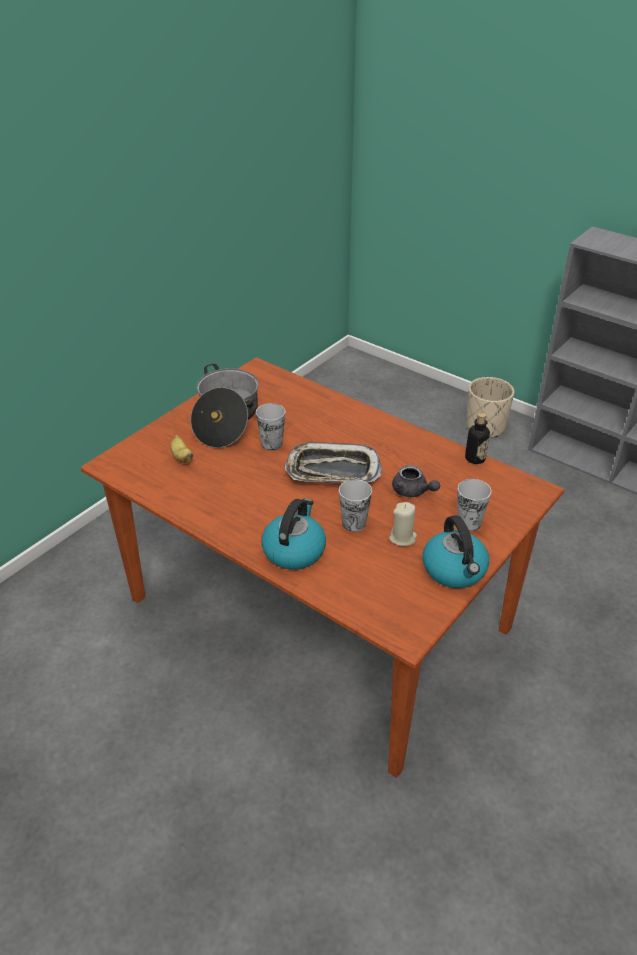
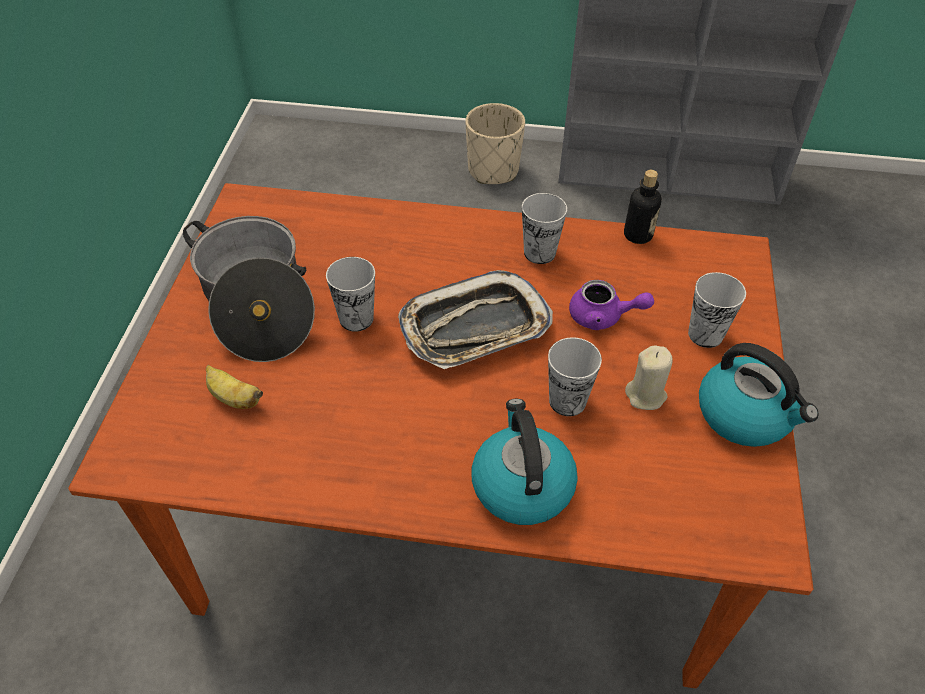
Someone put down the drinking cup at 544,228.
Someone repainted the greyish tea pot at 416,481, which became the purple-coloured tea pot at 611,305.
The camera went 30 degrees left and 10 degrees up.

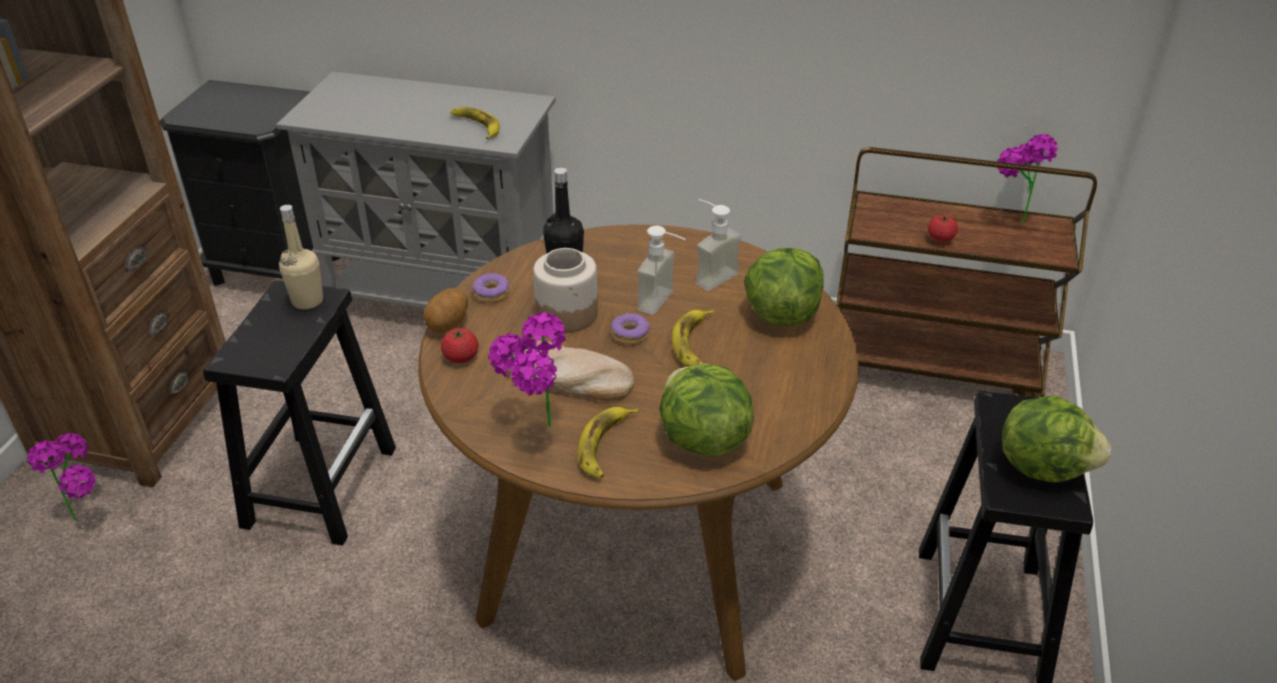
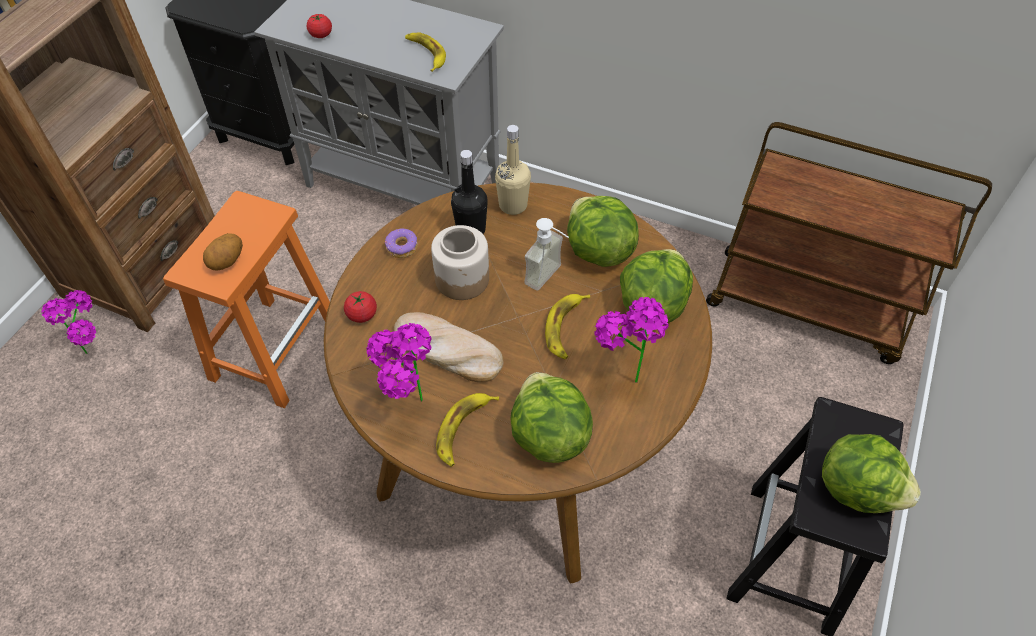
Someone took away the donut at 630,329.
Someone carried the sand-coloured bottle from 301,257 to 513,170.
Someone carried the potato from 445,310 to 223,252.
Someone carried the fresh tomato from 943,228 to 319,26.
Someone carried the potted plant from 1027,179 to 631,340.
Someone swapped the soap bottle at 718,245 for the lettuce head at 603,231.
Someone repainted the black-coloured sitting stool at 299,413, which became the orange-coloured sitting stool at 246,299.
The camera went 10 degrees right and 15 degrees up.

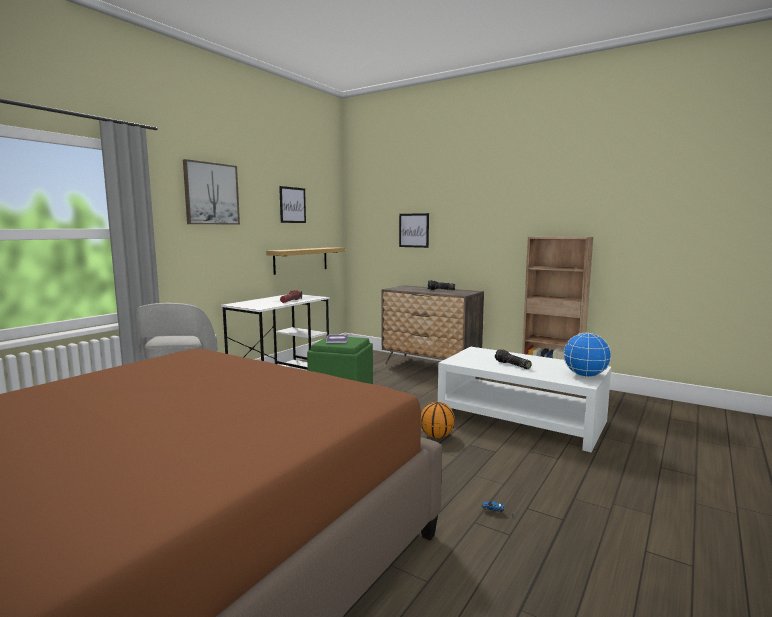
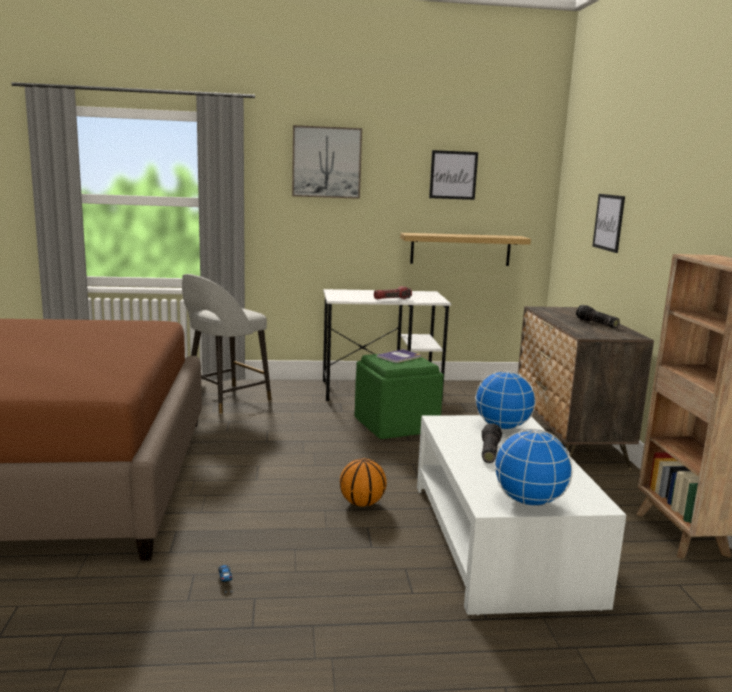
Someone put down the globe at 505,400.
The camera went 50 degrees right and 5 degrees up.

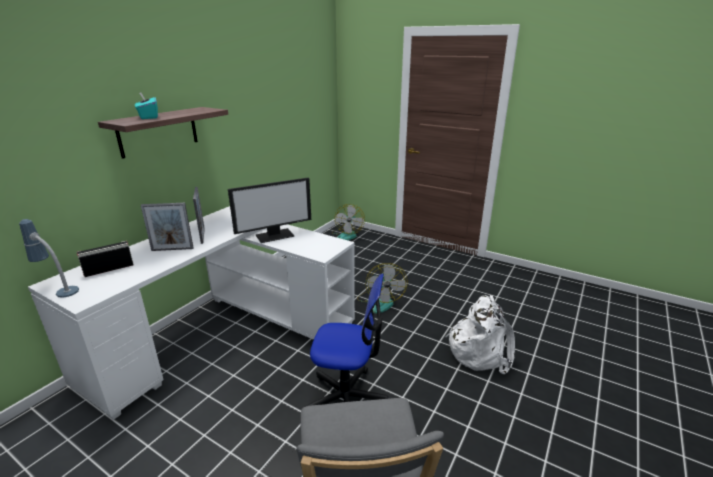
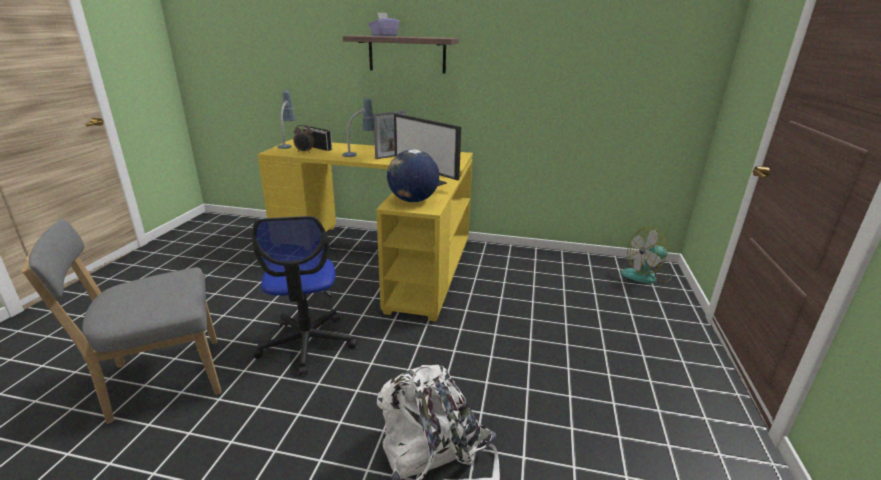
Someone took away the electric fan at 382,288.
Someone put down the bedside clock at 303,139.
Someone put down the globe at 413,175.
Someone swapped the photo frame at 167,227 for the tabletop lamp at 358,127.
Someone repainted the whitish desk table at 191,313, which became the yellow desk table at 365,230.
Someone repainted the turquoise tissue holder at 146,105, which became the purple-coloured tissue holder at 384,24.
The camera went 70 degrees right and 0 degrees up.

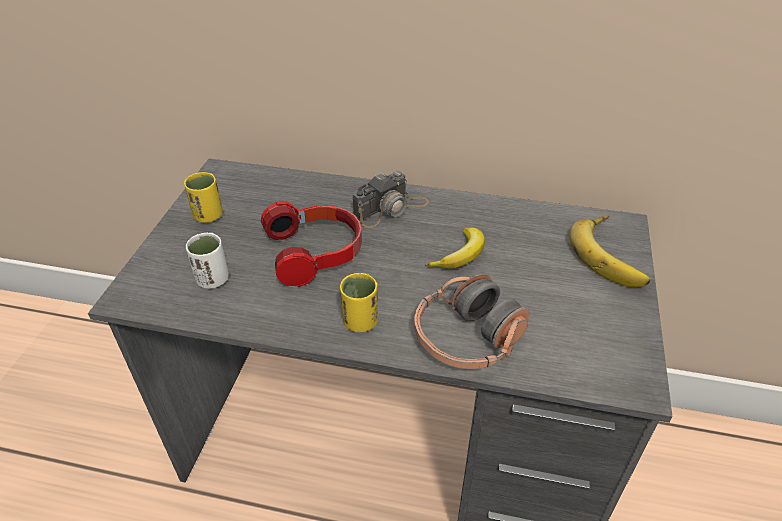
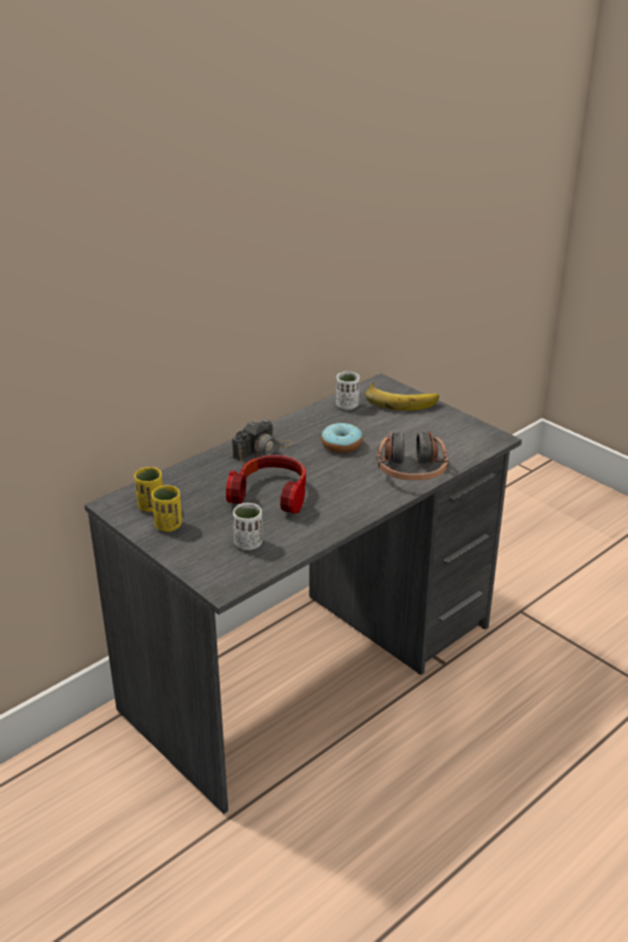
Someone put down the whitish drinking cup at 348,391.
Someone carried the yellow drinking cup from 359,302 to 148,489.
Someone swapped the whole banana at 455,248 for the donut at 341,438.
Someone rotated the still camera at 391,199 by 45 degrees clockwise.
The camera went 55 degrees left and 10 degrees down.

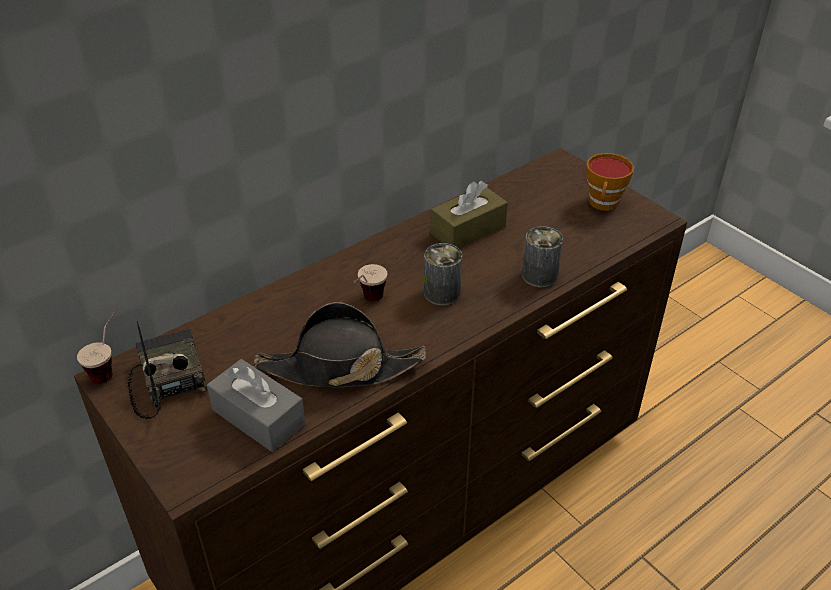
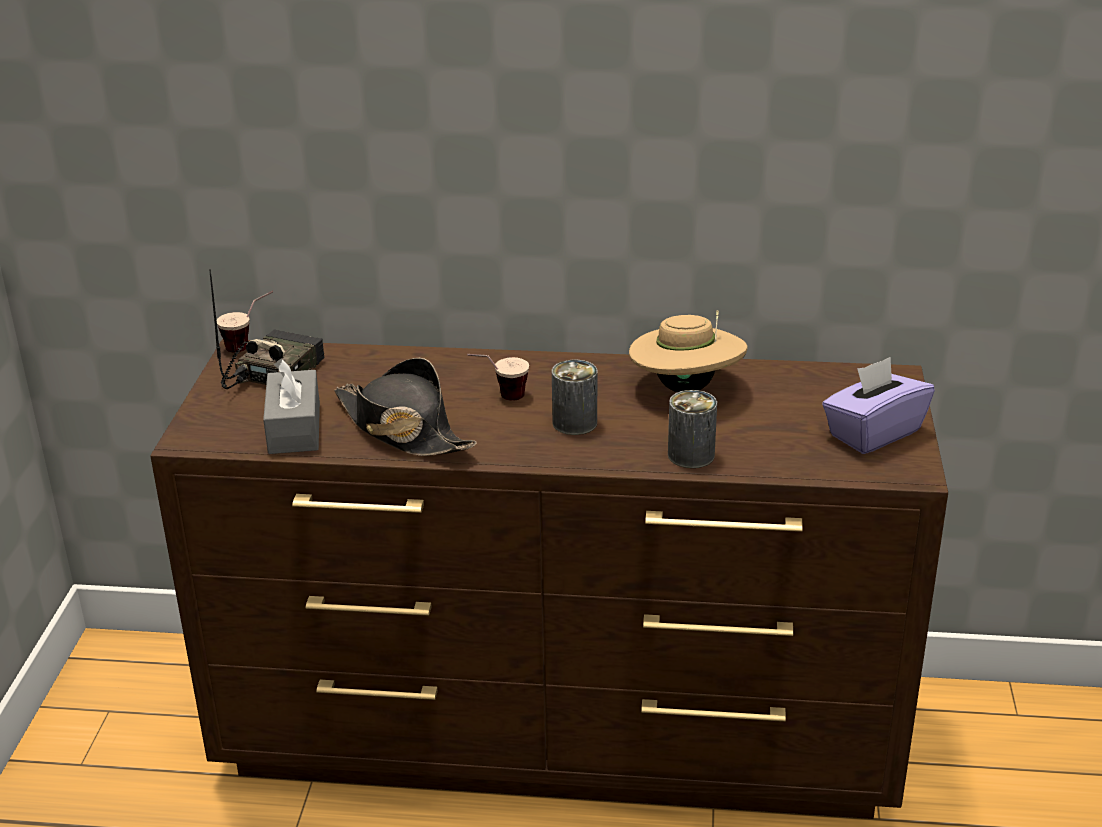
Someone swapped the brown-coloured tissue holder at 469,214 for the sand-coloured clothing hat at 688,351.
Someone swapped the drinking cup at 610,182 for the purple-coloured tissue holder at 878,405.
The camera went 45 degrees right and 10 degrees down.

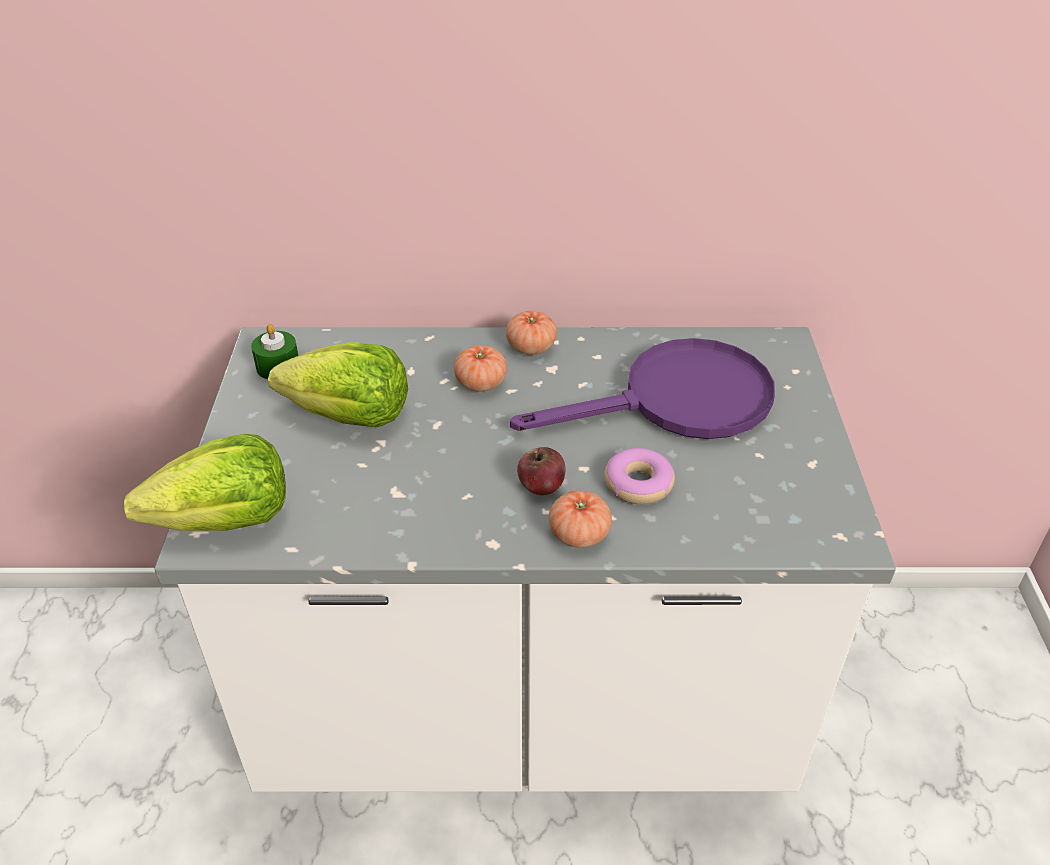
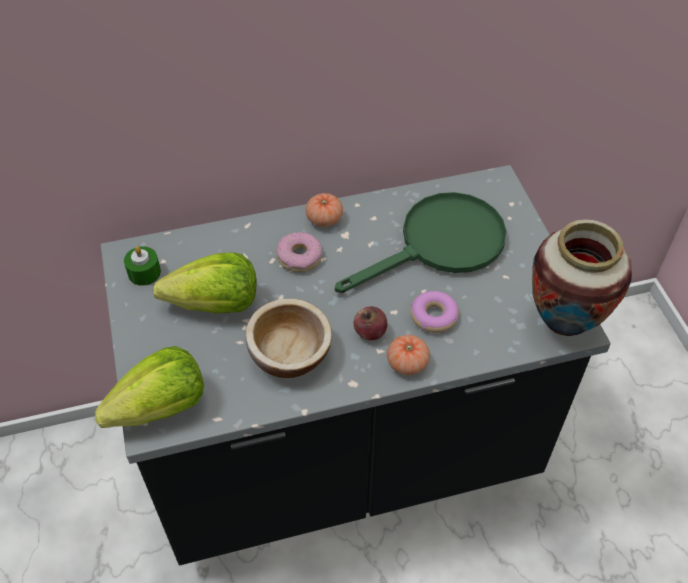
Someone put down the deep dish at 288,338.
Someone put down the flower vase at 582,277.
Someone swapped the fresh tomato at 480,368 for the donut at 299,252.
Someone repainted the whitish counter at 525,559, which became the black-coloured counter at 356,365.
Someone repainted the purple-coloured pan at 642,388, which became the green pan at 421,242.
The camera went 15 degrees left and 10 degrees up.

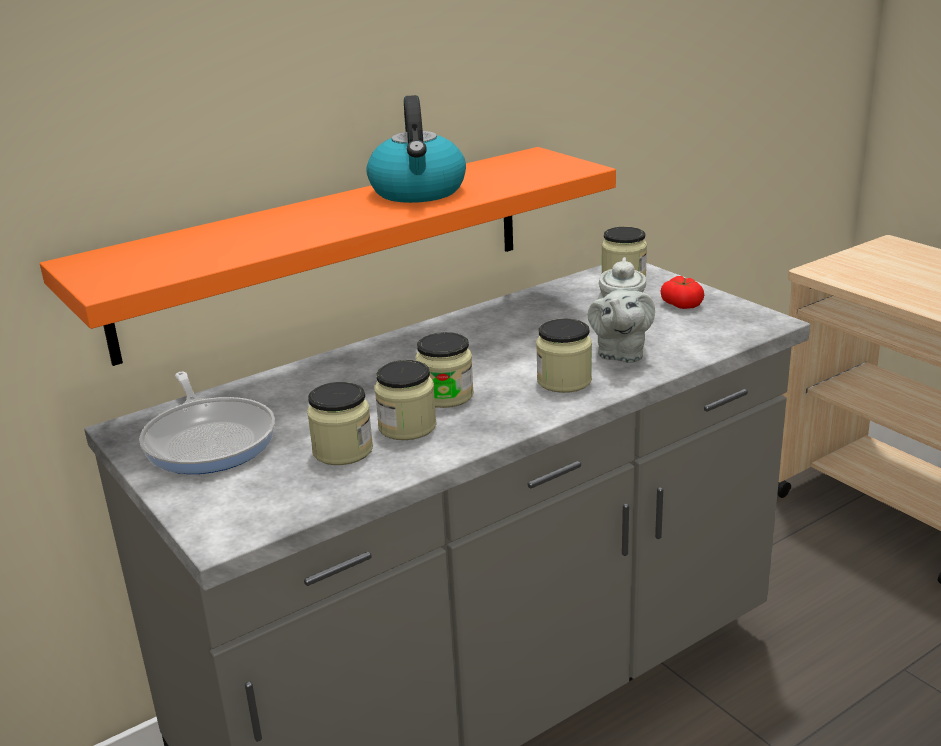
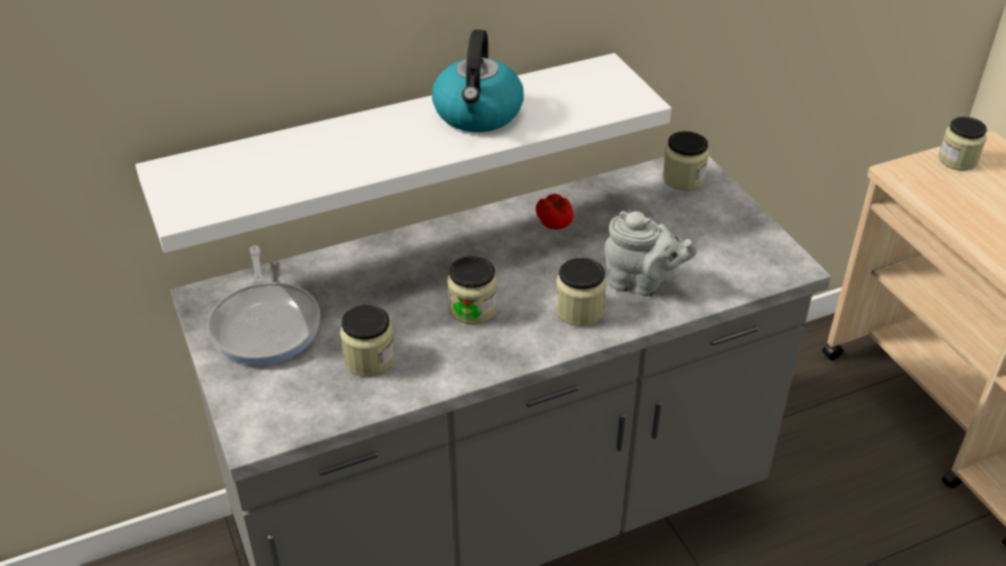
Someone carried the jar from 405,400 to 962,144.
Someone carried the fresh tomato from 682,292 to 554,211.
Someone repainted the orange-coloured shelf at 328,256, which became the whitish shelf at 403,153.
Someone rotated the greyish tea pot at 621,310 by 90 degrees counterclockwise.
The camera went 10 degrees right and 15 degrees up.

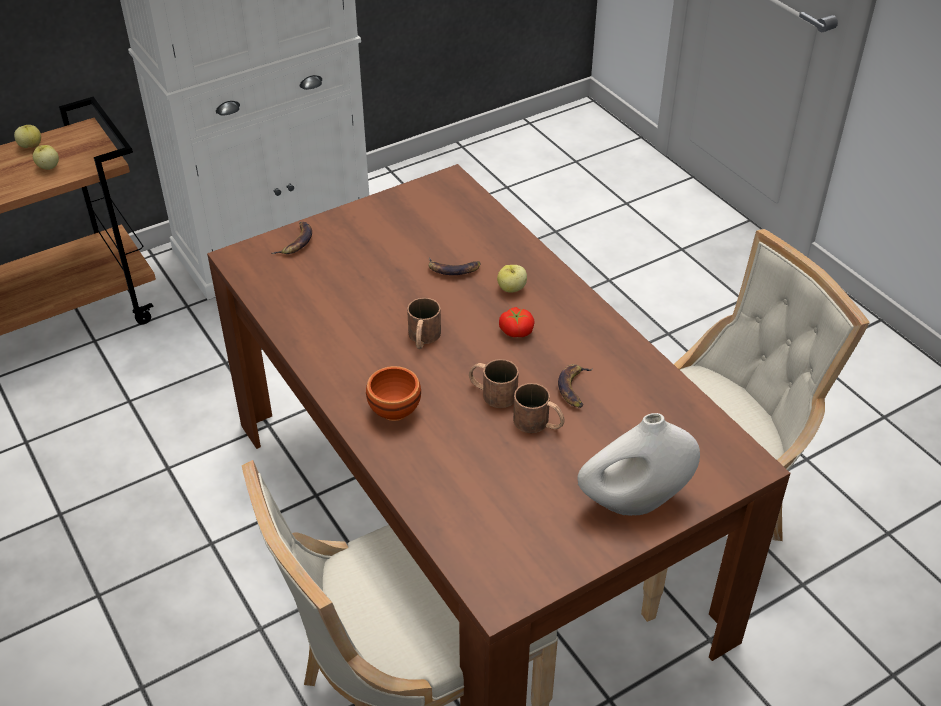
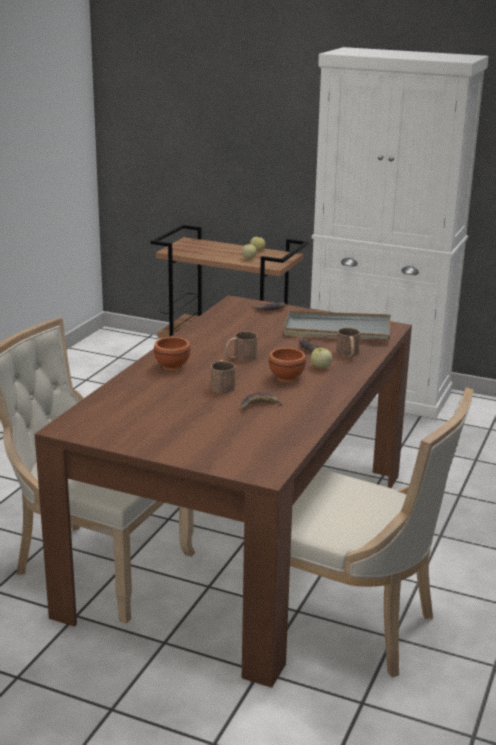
Someone took away the whitish flower vase at 638,464.
Someone put down the greyish serving tray at 337,325.
Someone carried the brown-coloured coffee mug from 539,408 to 348,343.
Someone swapped the fresh tomato at 517,322 for the brown-coloured deep dish at 287,365.
The camera went 55 degrees right and 20 degrees down.

